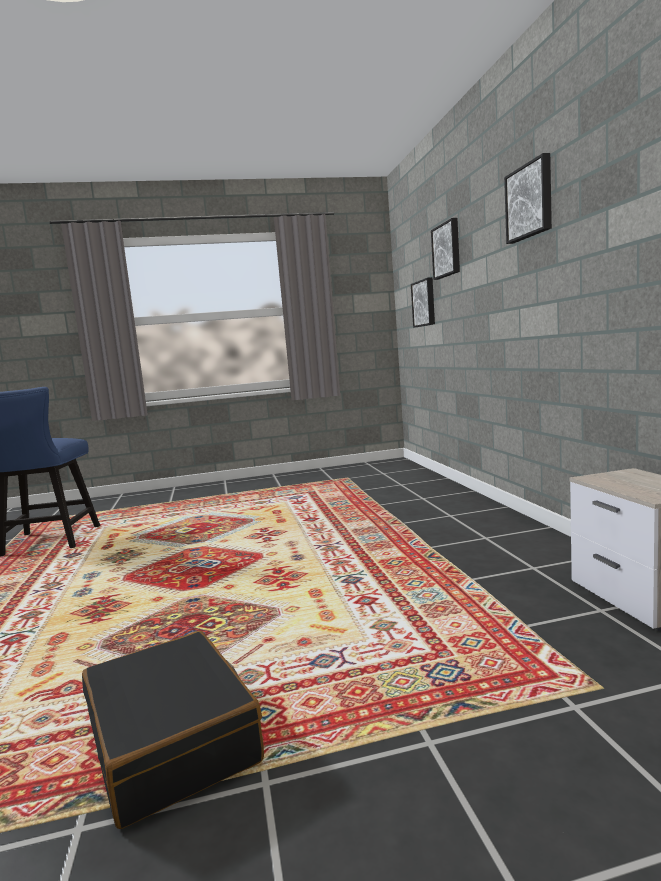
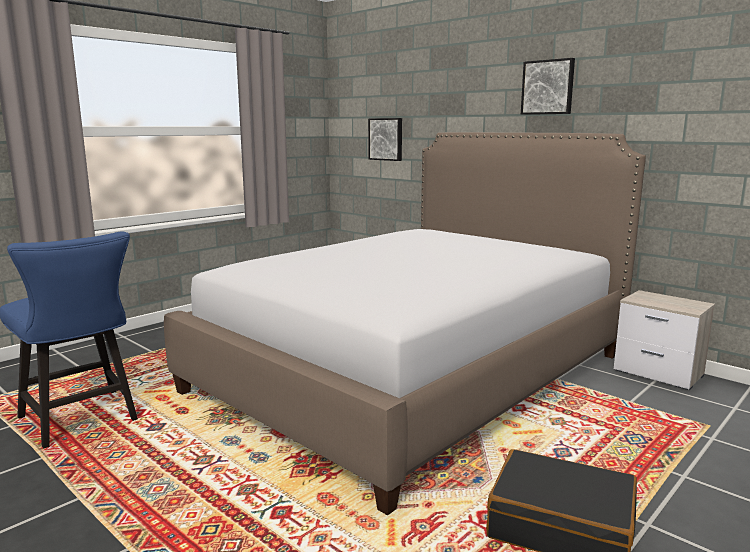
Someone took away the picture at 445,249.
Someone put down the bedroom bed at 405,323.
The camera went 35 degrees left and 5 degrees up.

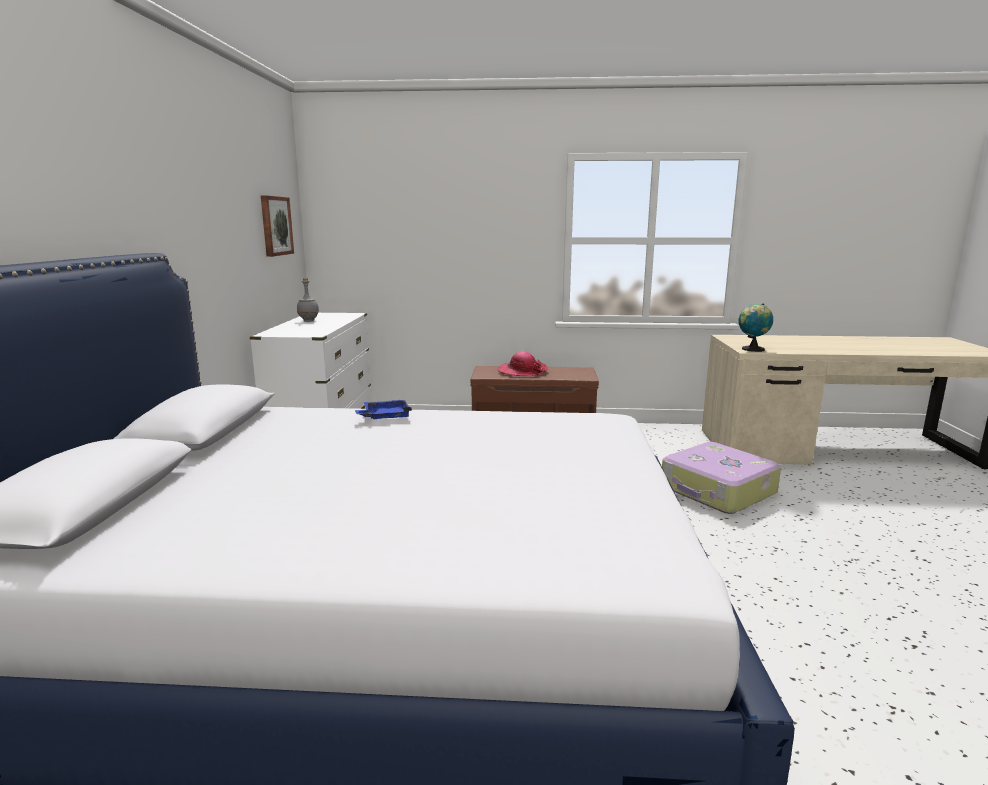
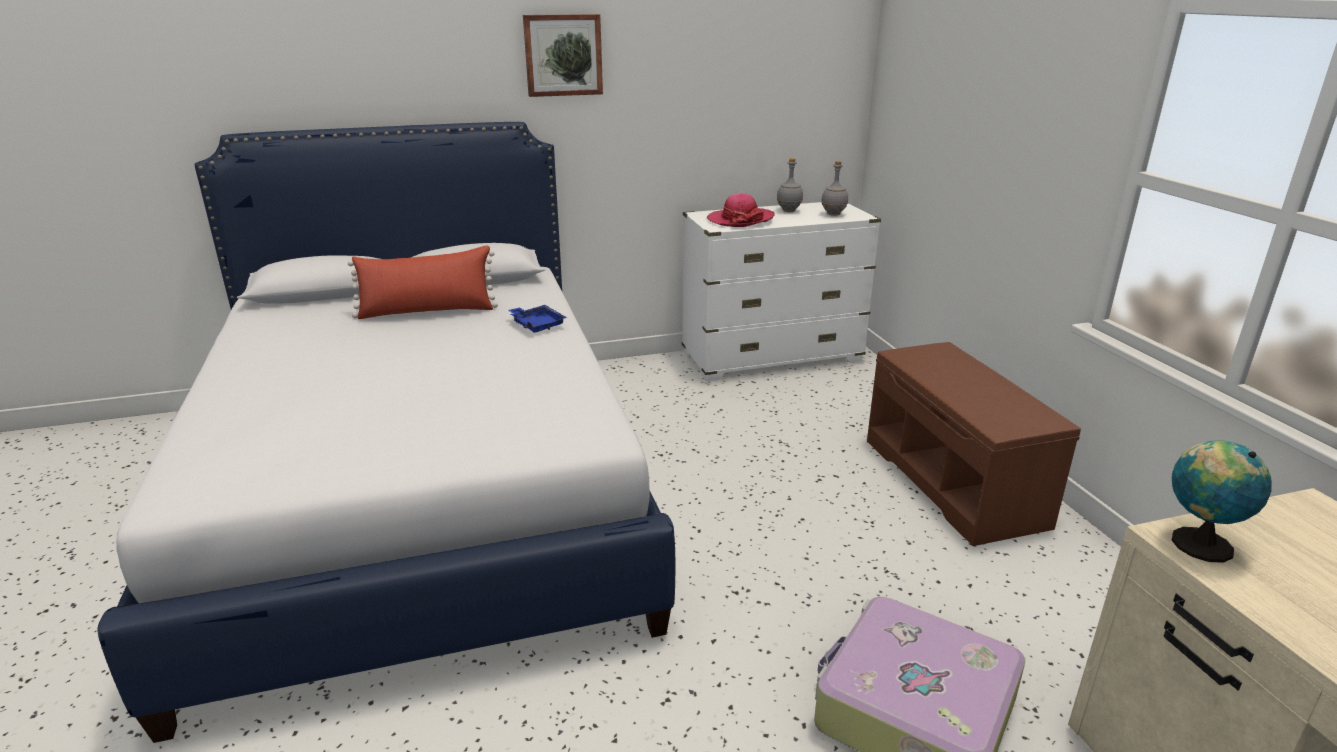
Someone put down the red-coloured throw pillow at 423,282.
Someone put down the greyish bottle at 834,188.
Someone carried the picture from 277,226 to 563,55.
Someone carried the clothing hat from 522,363 to 741,210.
The camera went 70 degrees right and 10 degrees up.

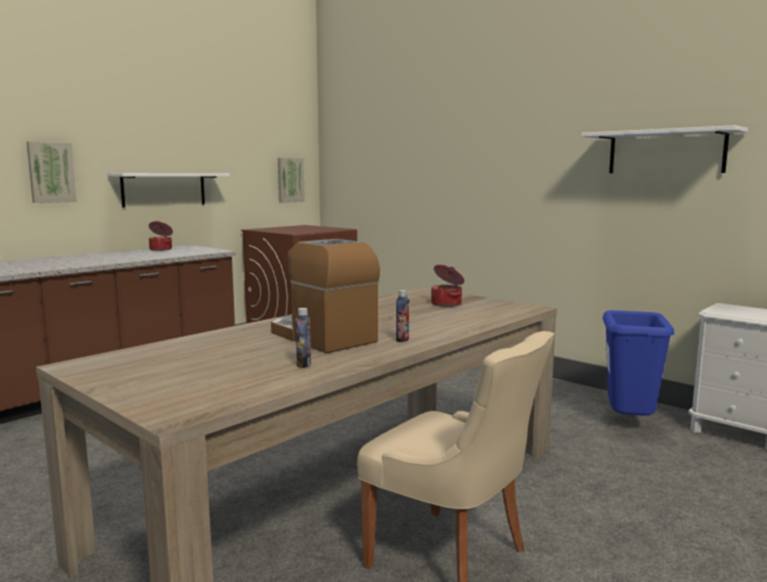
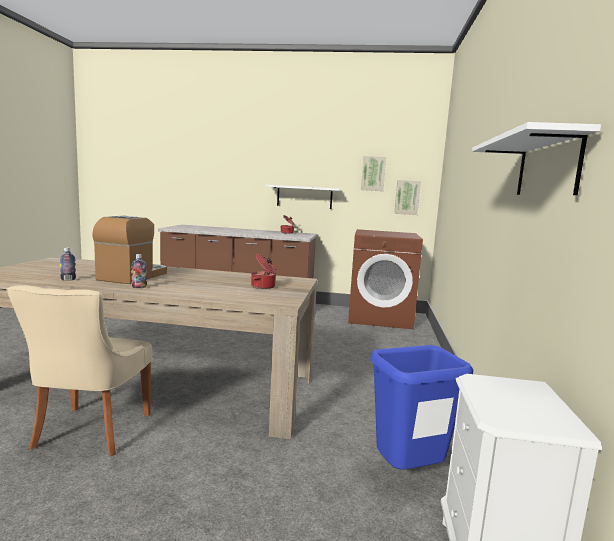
Someone carried the picture from 51,172 to 373,173.
The camera went 55 degrees right and 0 degrees up.

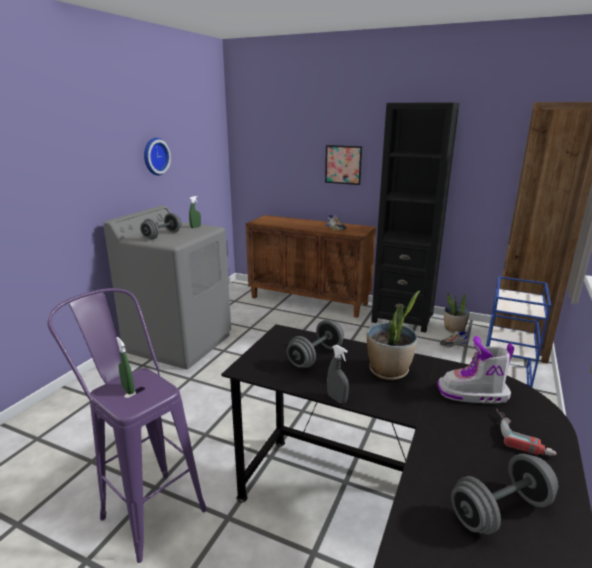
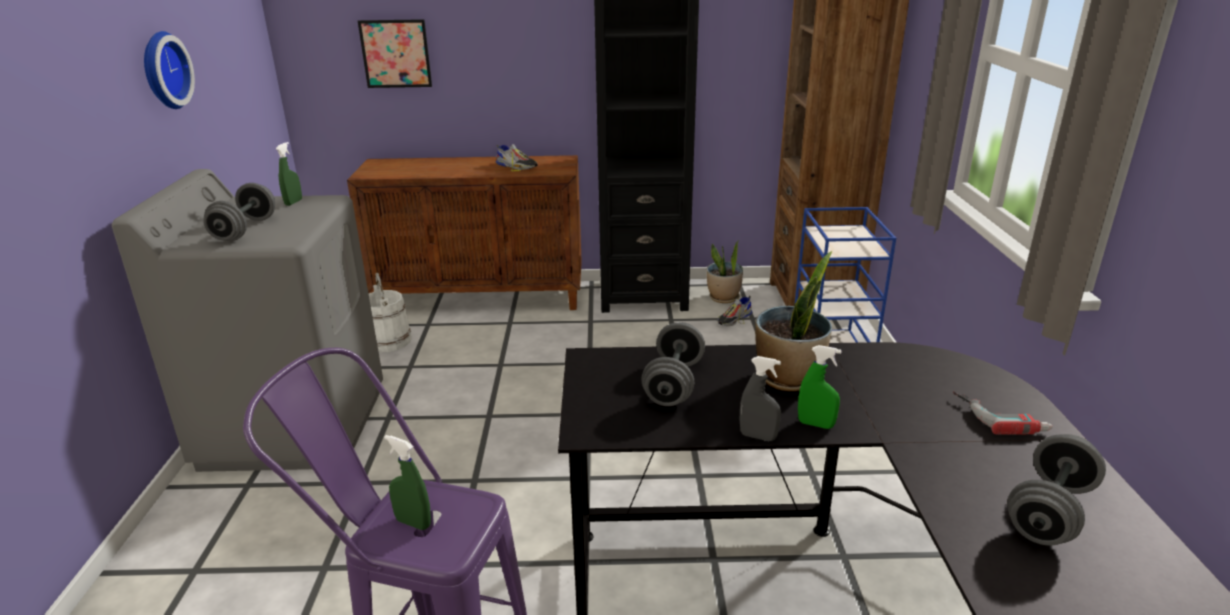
Someone took away the boot at 475,370.
Someone put down the whitish bucket at 390,312.
Someone put down the green sprayer at 820,387.
Someone carried the picture from 343,165 to 395,53.
The camera went 25 degrees left and 5 degrees up.

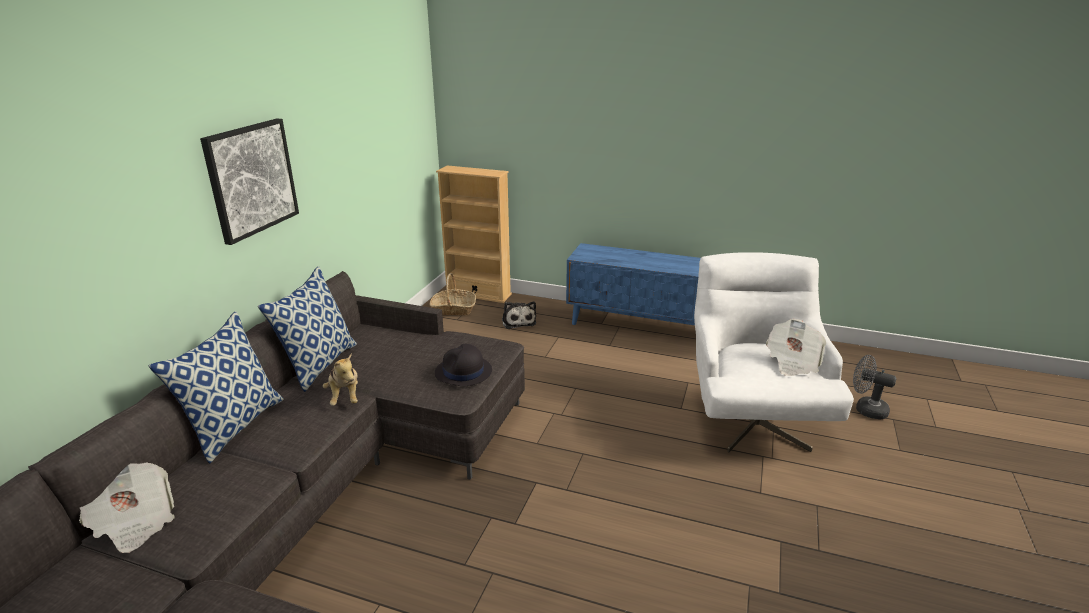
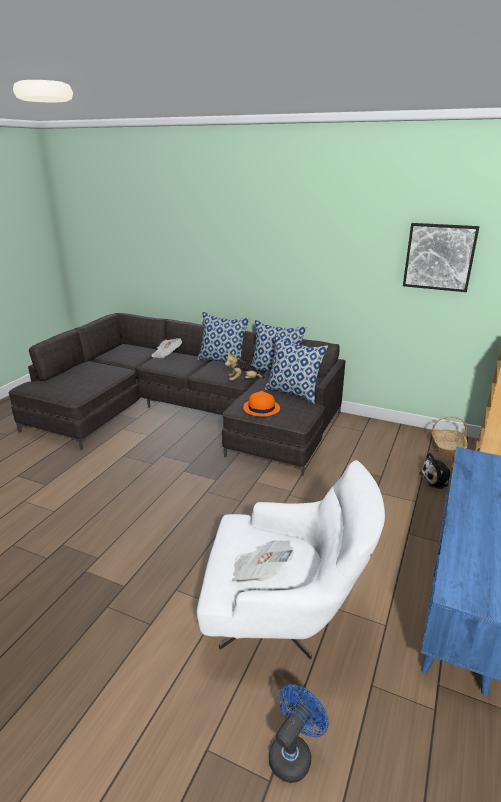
Someone put down the throw pillow at 296,369.
Someone carried the picture from 249,182 to 441,257.
Someone repainted the black-coloured clothing hat at 463,365, which became the orange-coloured clothing hat at 261,403.
Someone repainted the greyish electric fan at 875,387, which became the bluish electric fan at 299,733.
The camera went 95 degrees right and 0 degrees up.

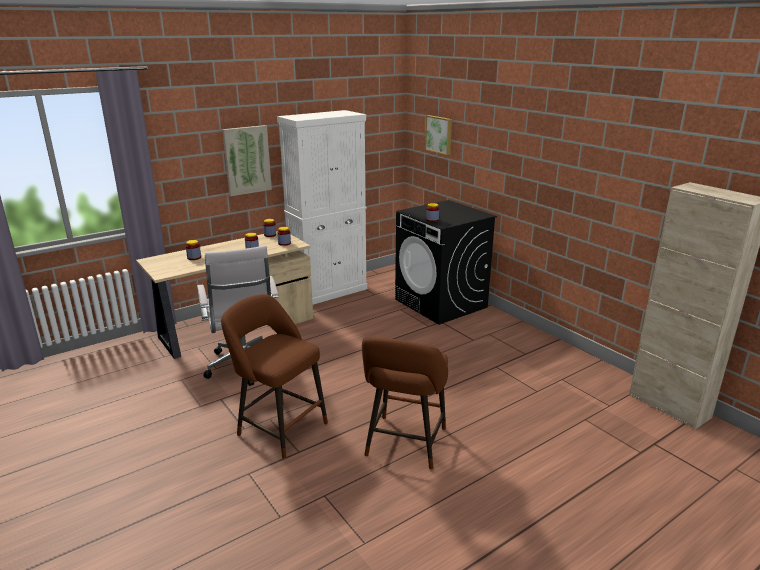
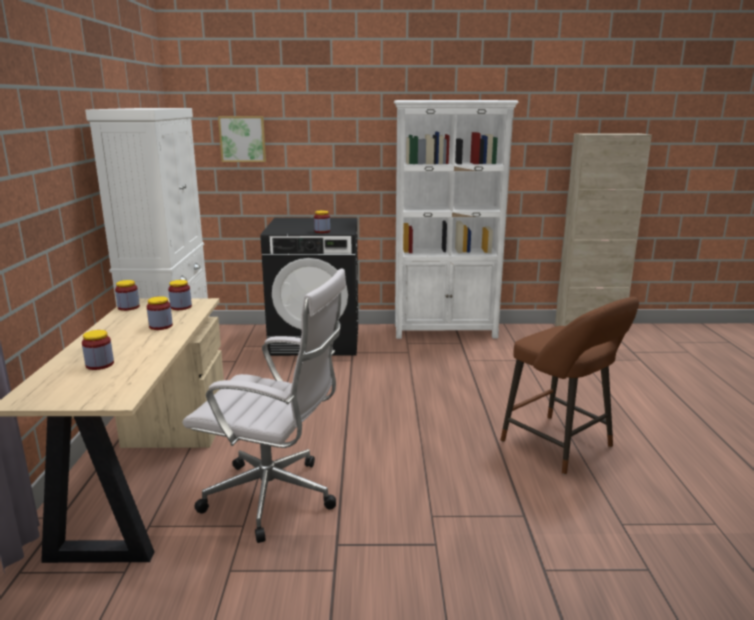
Someone took away the brown-coloured sitting stool at 274,376.
Someone took away the picture at 247,160.
Someone put down the whitish bookcase at 456,219.
The camera went 55 degrees left and 5 degrees down.

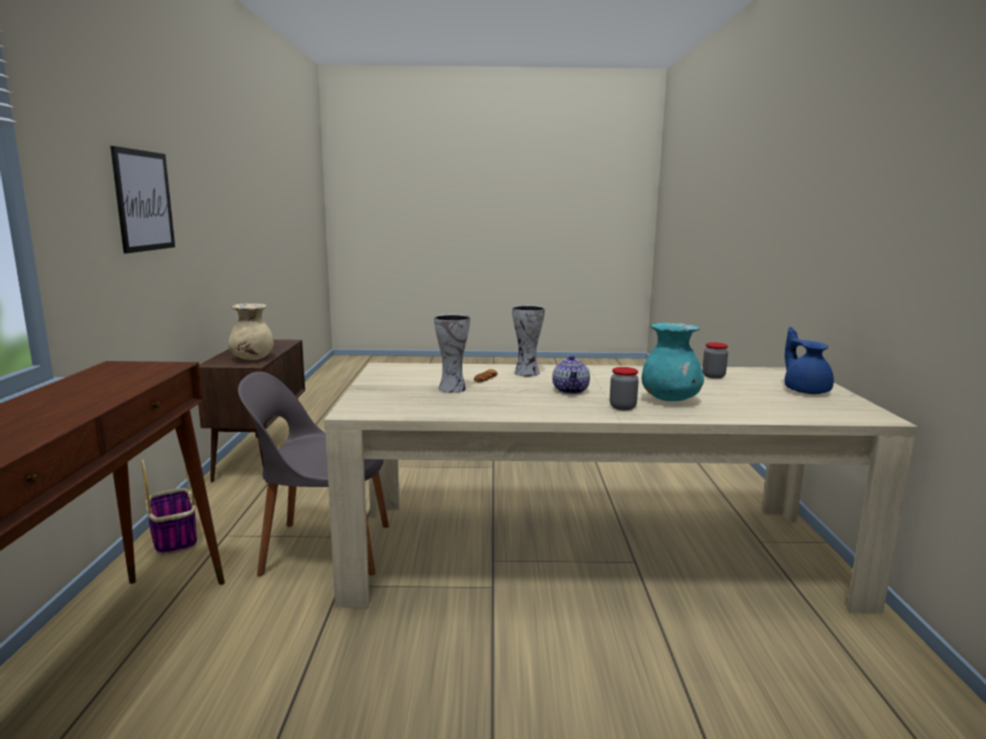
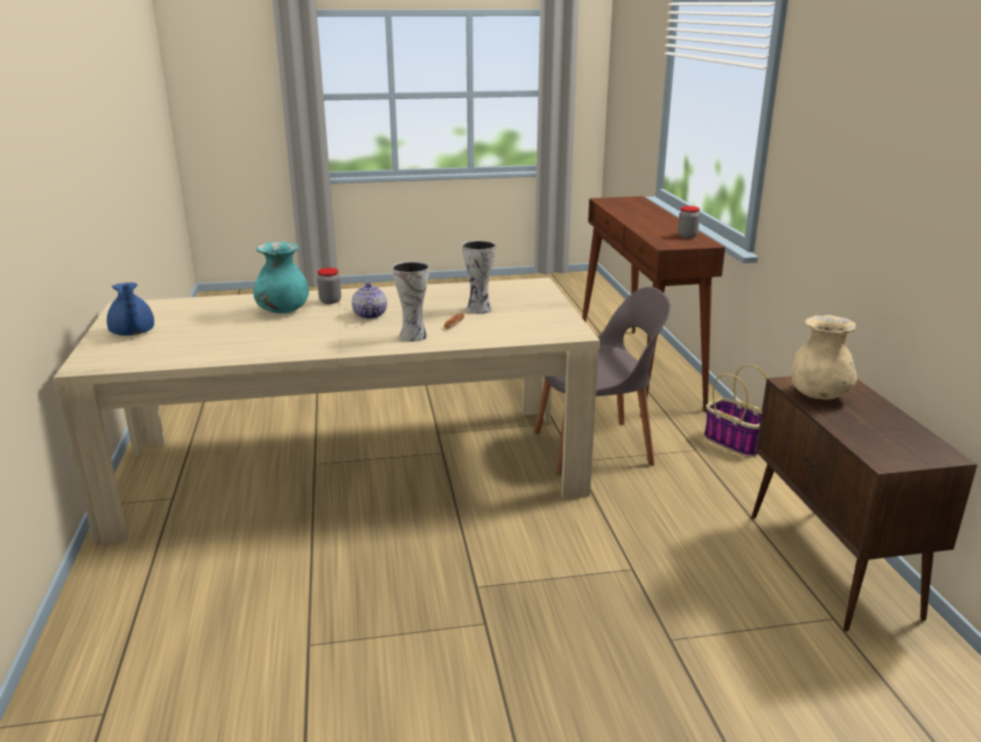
Someone took away the picture at 142,199.
Someone carried the jar from 715,360 to 689,222.
The camera went 170 degrees right and 10 degrees up.

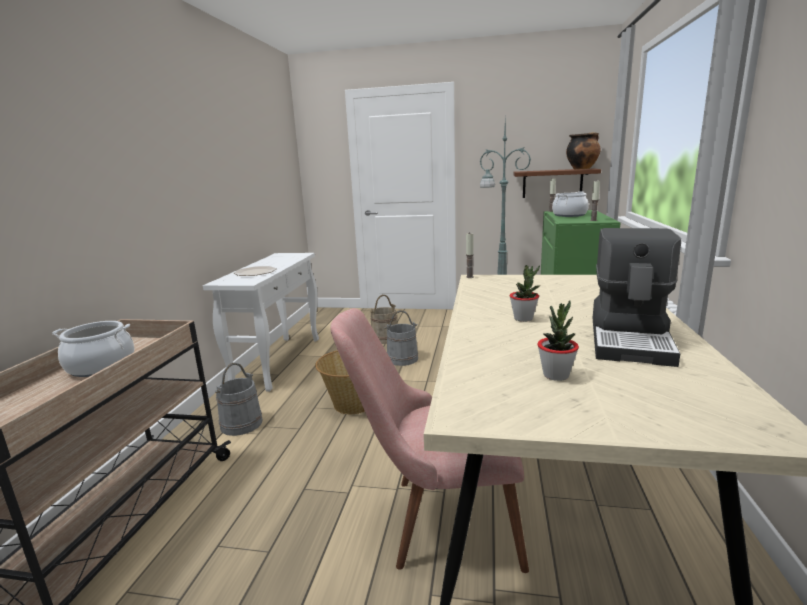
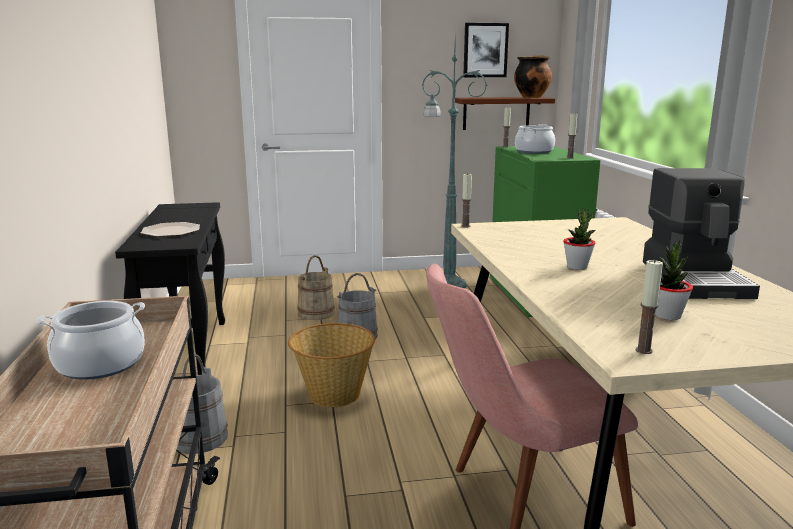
Someone put up the picture at 486,50.
Someone put down the candle at 649,306.
Someone repainted the whitish console table at 261,322, which became the black-coloured console table at 170,288.
The camera went 20 degrees left and 0 degrees up.

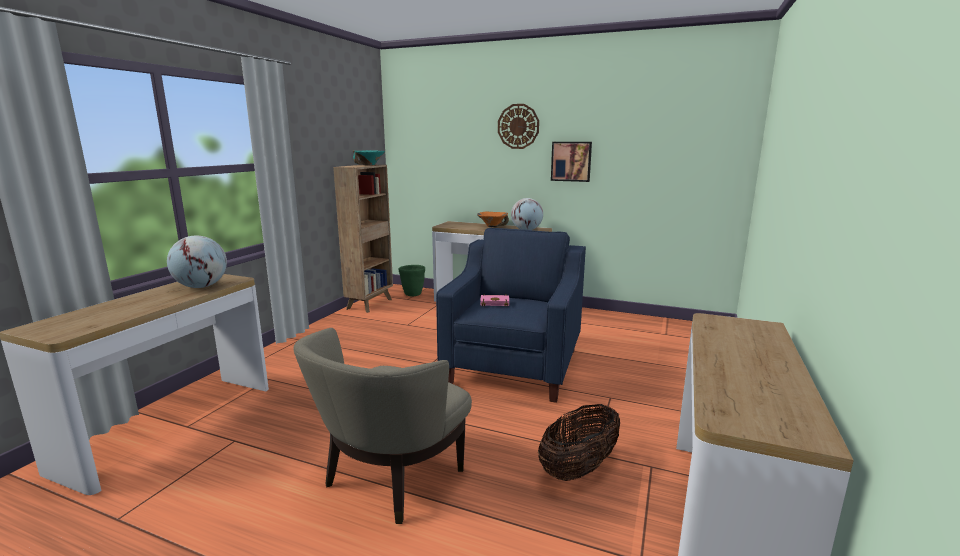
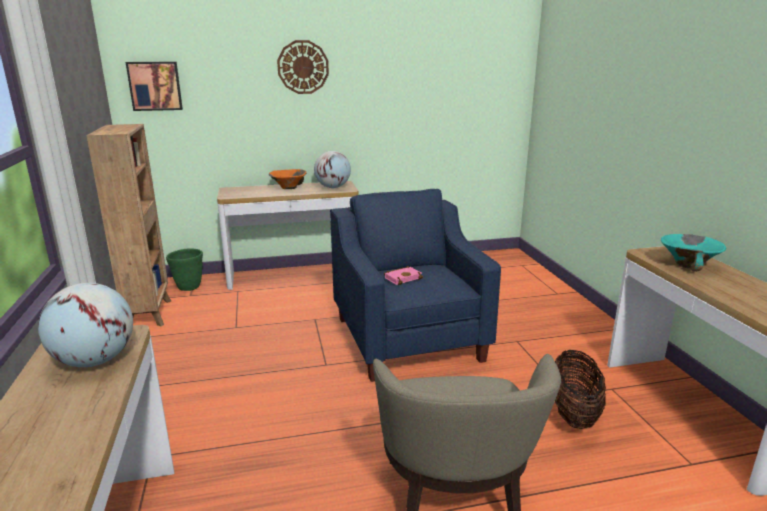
Someone carried the turquoise deep dish from 368,157 to 693,253.
Someone carried the picture from 571,162 to 154,86.
The camera went 35 degrees left and 5 degrees up.

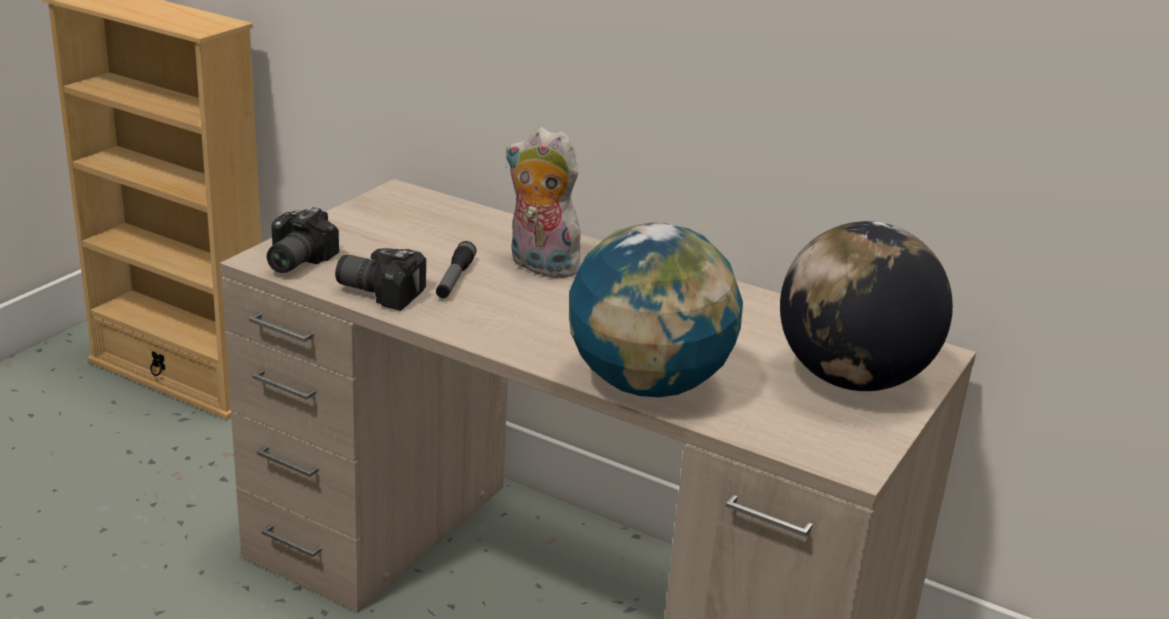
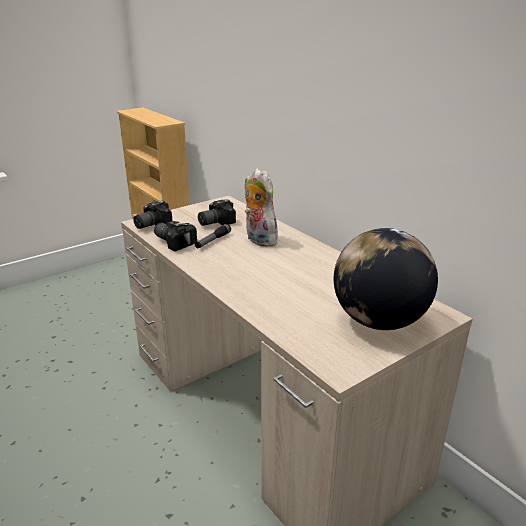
Someone took away the globe at 656,310.
Someone put down the still camera at 217,212.
The camera went 25 degrees right and 0 degrees up.

